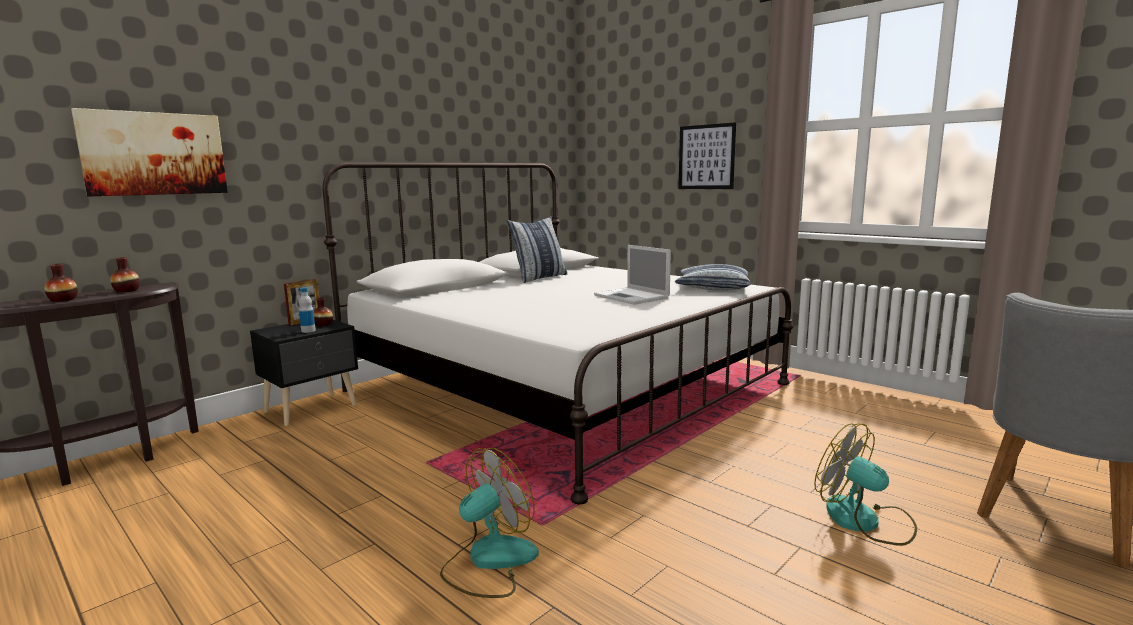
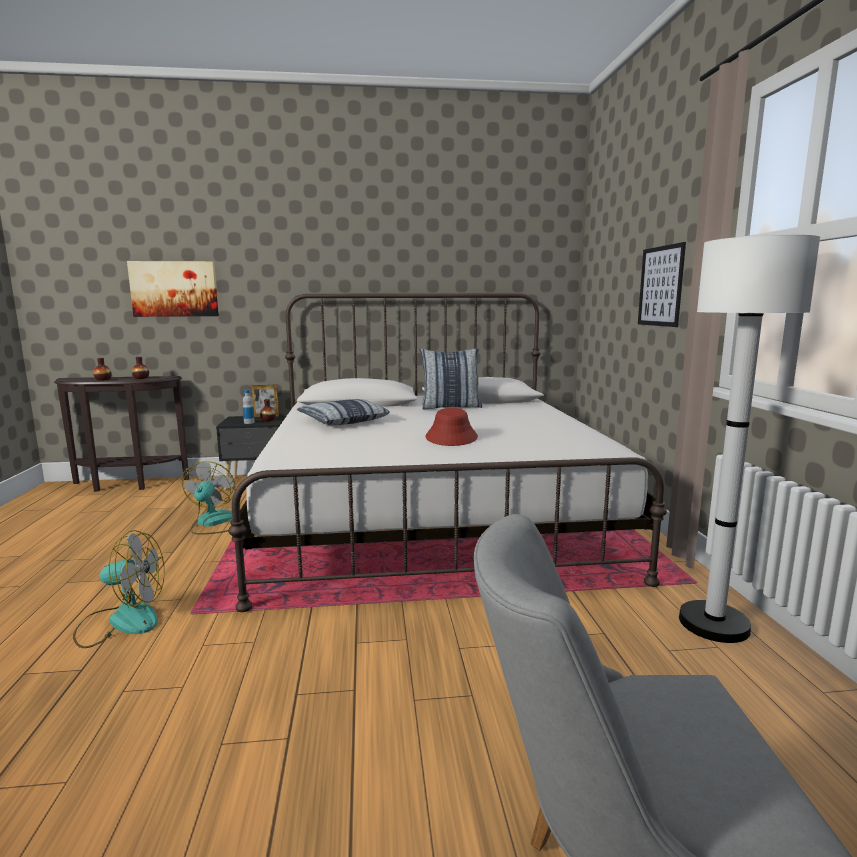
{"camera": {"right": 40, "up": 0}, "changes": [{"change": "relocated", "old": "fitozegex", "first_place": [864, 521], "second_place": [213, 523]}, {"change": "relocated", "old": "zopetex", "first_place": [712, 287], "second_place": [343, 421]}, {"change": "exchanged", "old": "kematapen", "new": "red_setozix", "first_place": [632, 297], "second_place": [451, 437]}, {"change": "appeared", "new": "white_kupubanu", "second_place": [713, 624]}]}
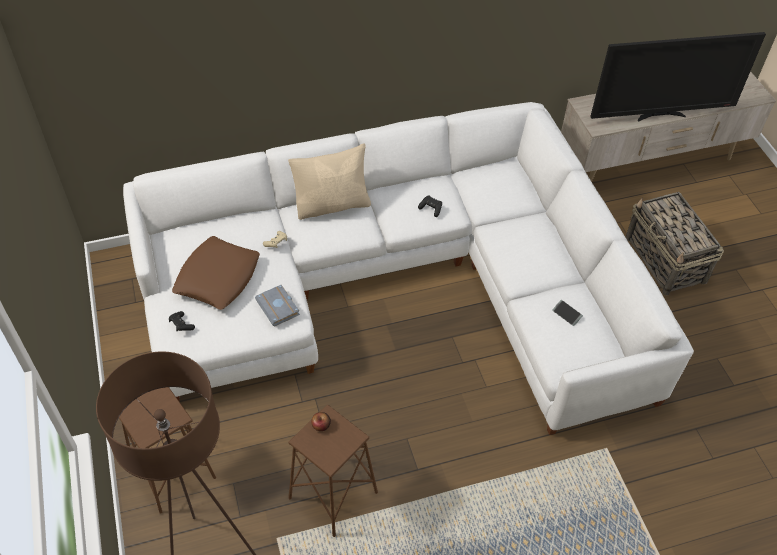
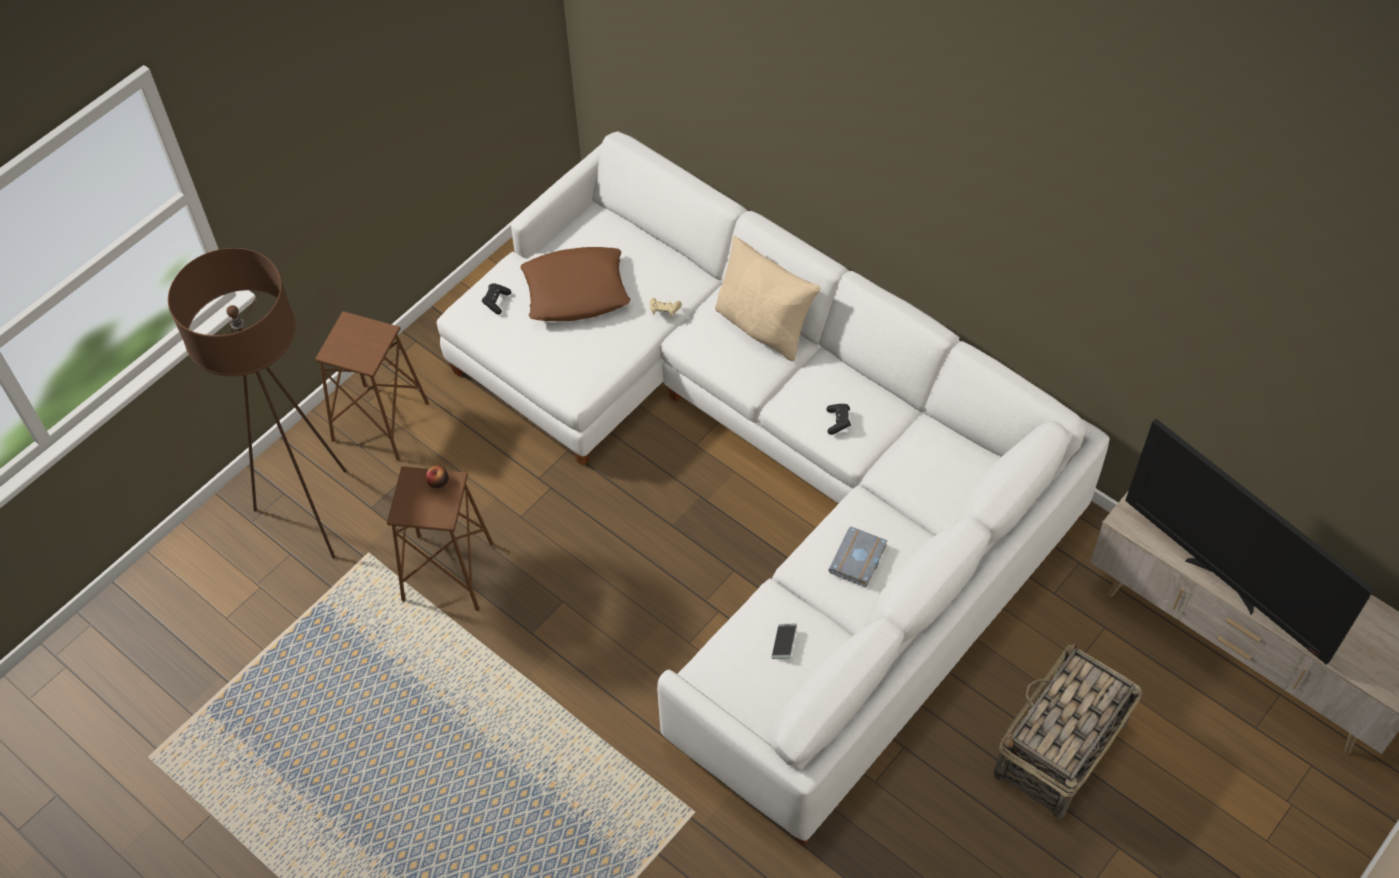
{"camera": {"right": 60, "up": 5}, "changes": [{"change": "relocated", "old": "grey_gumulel", "first_place": [279, 307], "second_place": [859, 561]}]}
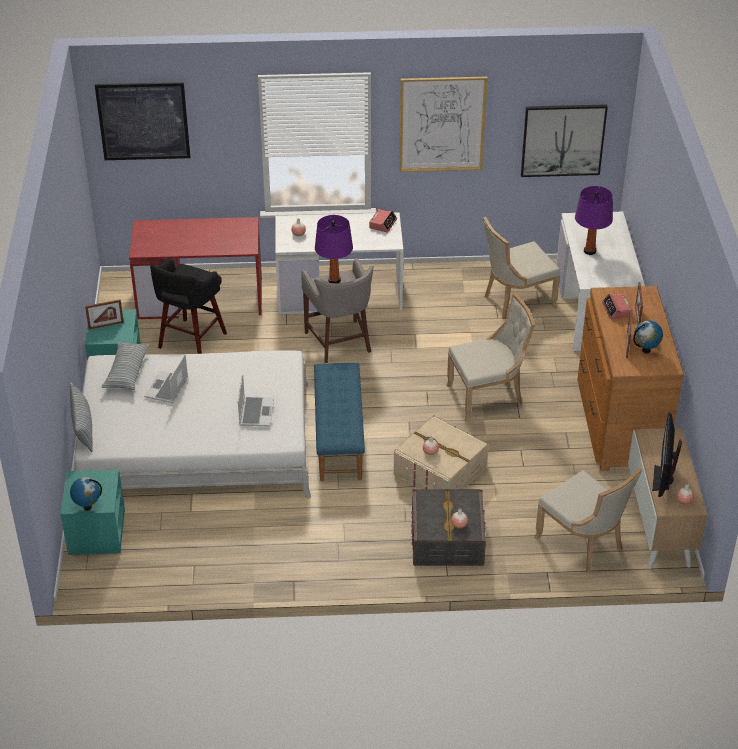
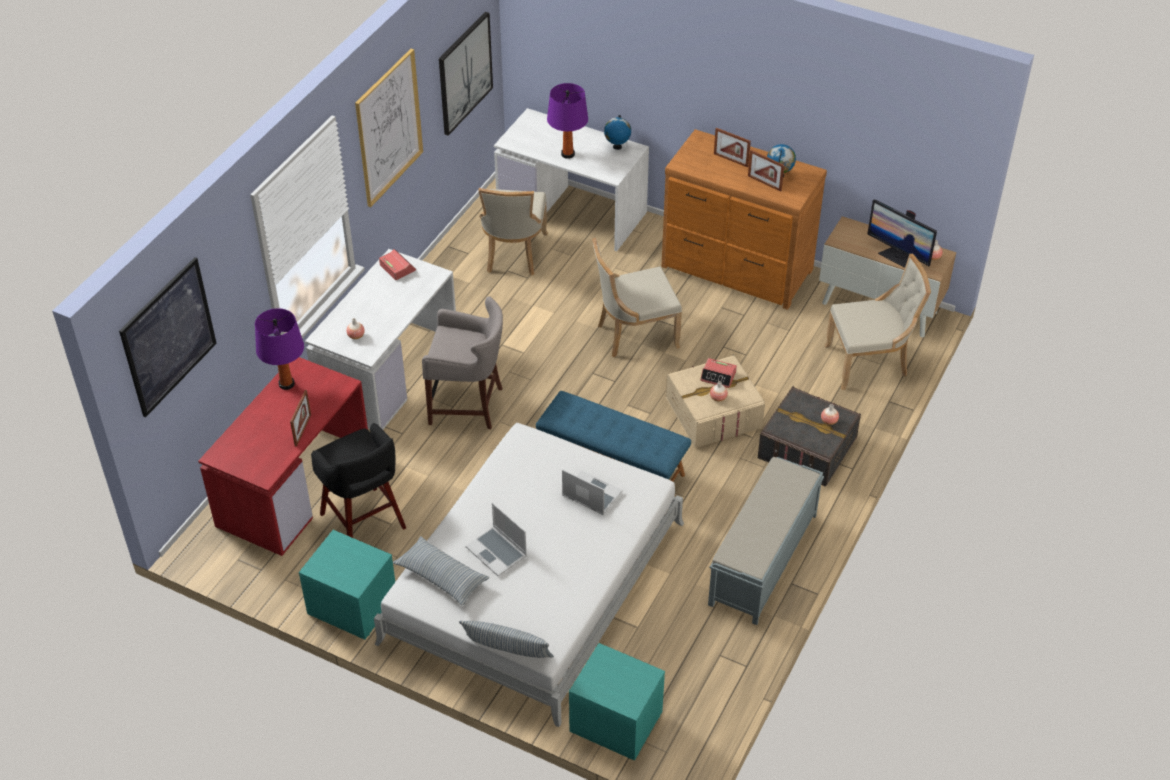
{"camera": {"right": -60, "up": 5}, "changes": [{"change": "relocated", "old": "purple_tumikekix", "first_place": [334, 280], "second_place": [286, 384]}, {"change": "relocated", "old": "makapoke", "first_place": [106, 325], "second_place": [303, 430]}, {"change": "spun", "old": "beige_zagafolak", "first_place": [488, 396], "second_place": [634, 335], "degrees": -120}, {"change": "relocated", "old": "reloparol", "first_place": [87, 507], "second_place": [617, 147]}, {"change": "relocated", "old": "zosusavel", "first_place": [617, 310], "second_place": [718, 376]}, {"change": "appeared", "new": "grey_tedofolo", "second_place": [762, 560]}]}
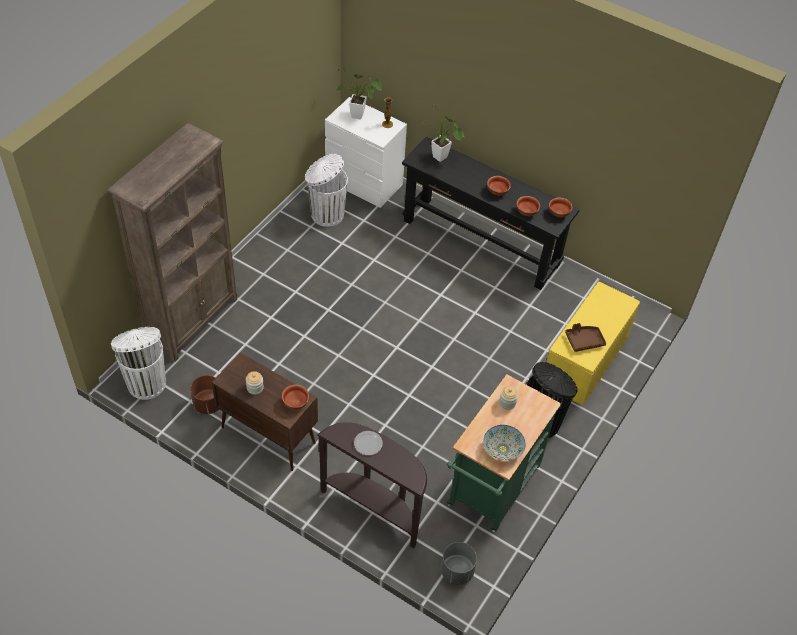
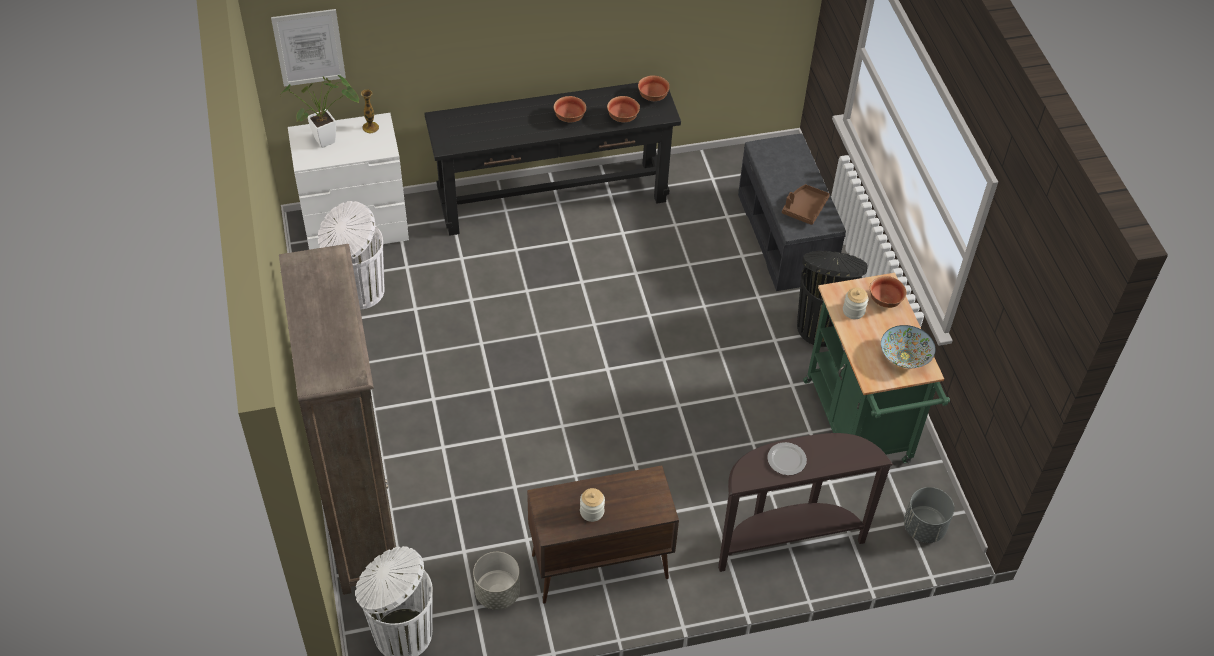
{"camera": {"right": -45, "up": 0}, "changes": [{"change": "appeared", "new": "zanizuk", "second_place": [309, 47]}, {"change": "colour", "old": "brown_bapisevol", "new": "grey_bapisevol", "first_place": [208, 404], "second_place": [497, 593]}, {"change": "colour", "old": "yellow_tedofolo", "new": "grey_tedofolo", "first_place": [585, 361], "second_place": [786, 237]}, {"change": "relocated", "old": "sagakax", "first_place": [296, 403], "second_place": [885, 300]}, {"change": "missing", "old": "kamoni", "first_place": [442, 159]}]}
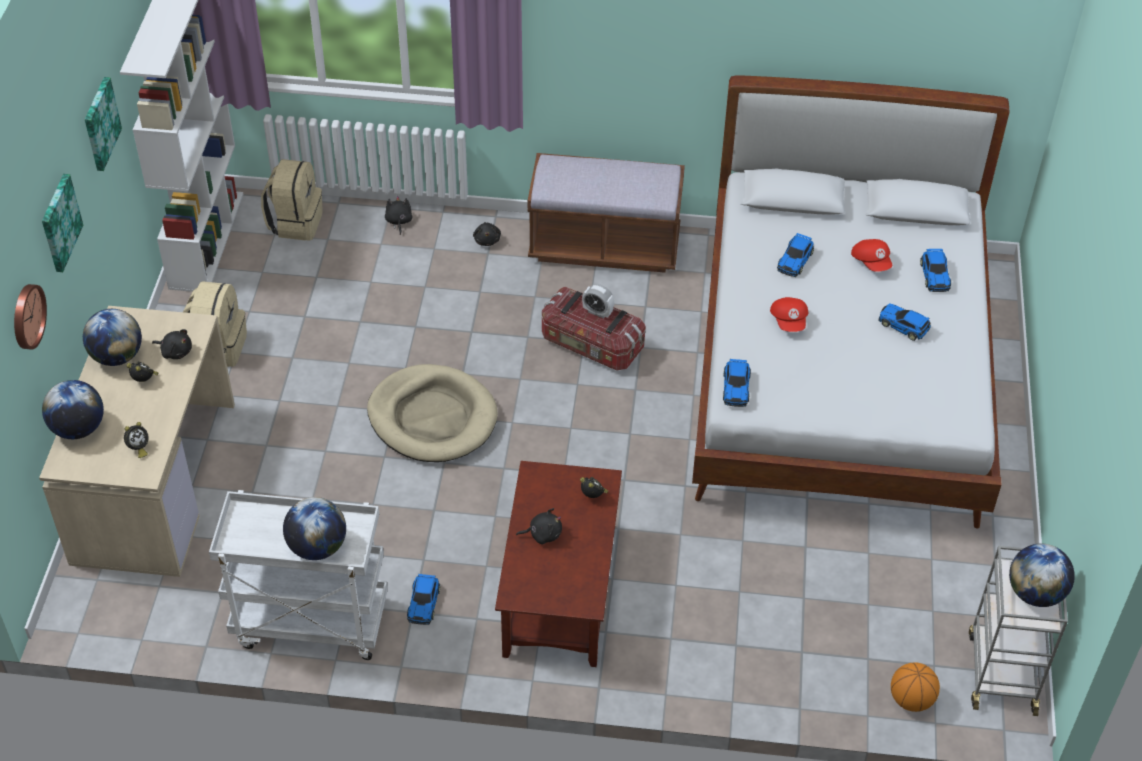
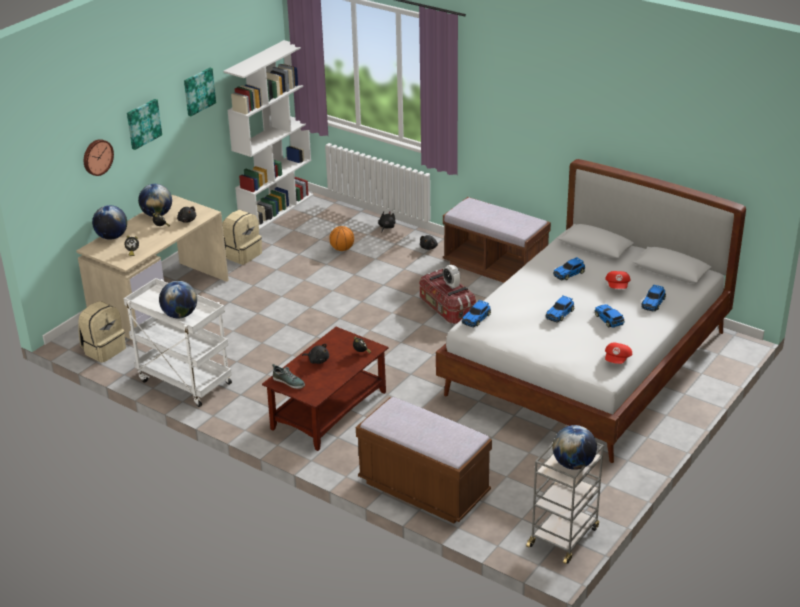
{"camera": {"right": 30, "up": -15}, "changes": [{"change": "relocated", "old": "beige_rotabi", "first_place": [295, 223], "second_place": [104, 350]}, {"change": "appeared", "new": "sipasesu", "second_place": [289, 382]}, {"change": "relocated", "old": "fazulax", "first_place": [911, 699], "second_place": [342, 249]}, {"change": "appeared", "new": "brown_tedofolo", "second_place": [423, 489]}, {"change": "relocated", "old": "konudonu", "first_place": [424, 603], "second_place": [560, 313]}, {"change": "relocated", "old": "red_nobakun", "first_place": [789, 321], "second_place": [617, 360]}, {"change": "missing", "old": "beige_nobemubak", "first_place": [432, 417]}]}
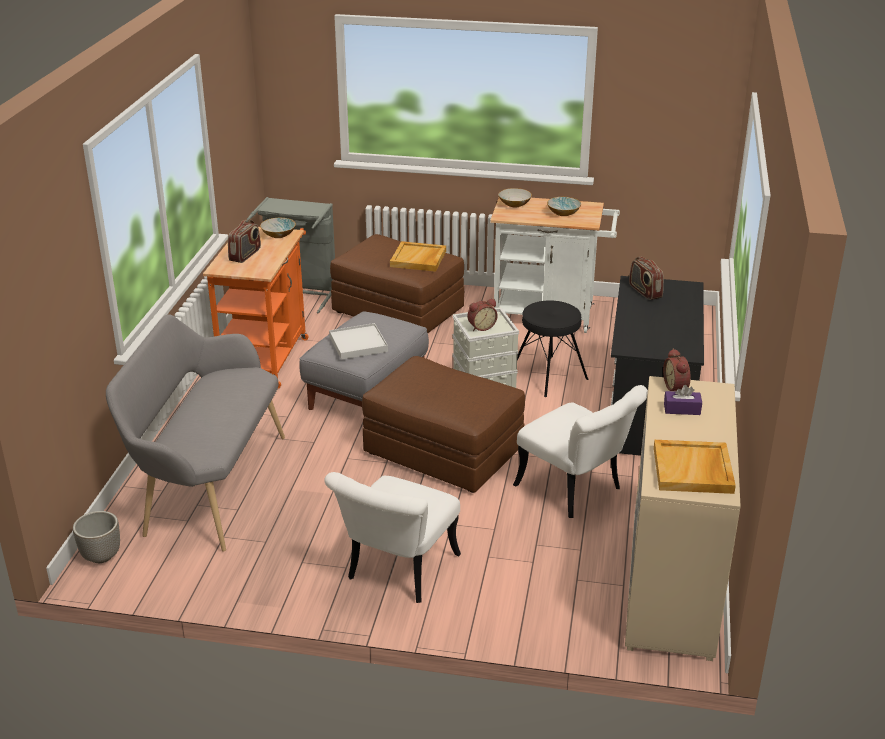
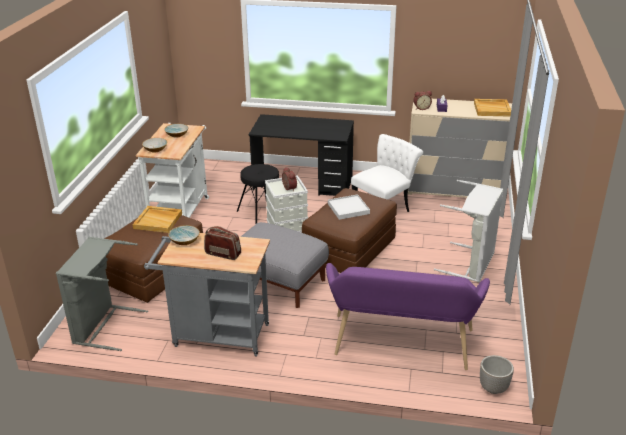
{"camera": {"right": -90, "up": 0}, "changes": [{"change": "colour", "old": "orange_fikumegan", "new": "grey_fikumegan", "first_place": [266, 356], "second_place": [215, 335]}, {"change": "colour", "old": "grey_tedofolo", "new": "purple_tedofolo", "first_place": [208, 485], "second_place": [401, 346]}, {"change": "relocated", "old": "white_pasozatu", "first_place": [358, 344], "second_place": [348, 208]}, {"change": "exchanged", "old": "white_zagafolak", "new": "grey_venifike", "first_place": [397, 573], "second_place": [471, 264]}, {"change": "missing", "old": "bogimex", "first_place": [644, 292]}]}
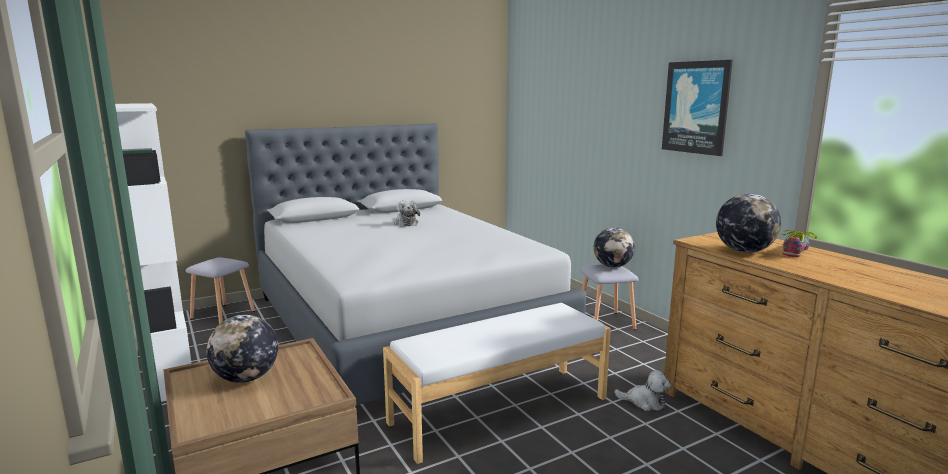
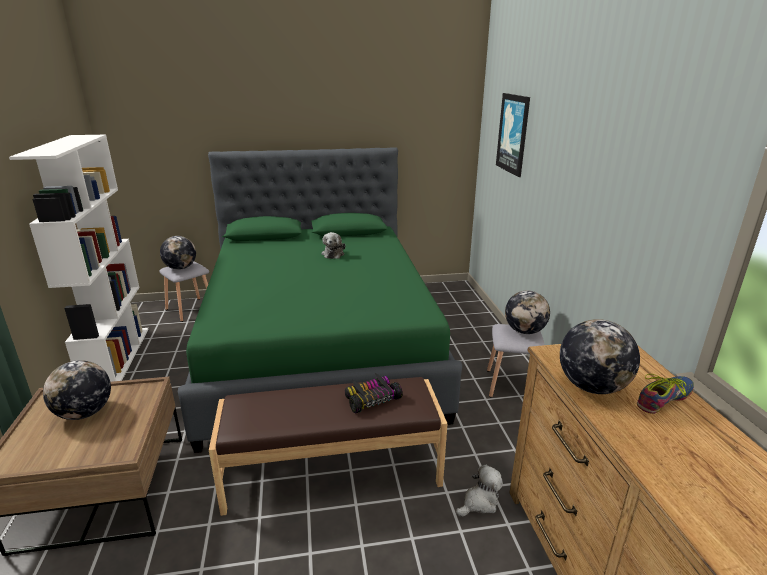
{"camera": {"right": 20, "up": 10}, "changes": [{"change": "appeared", "new": "reloparol", "second_place": [180, 268]}, {"change": "colour", "old": "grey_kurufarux", "new": "green_kurufarux", "first_place": [403, 324], "second_place": [320, 347]}, {"change": "colour", "old": "white_tedofolo", "new": "brown_tedofolo", "first_place": [499, 409], "second_place": [332, 472]}, {"change": "appeared", "new": "konudonu", "second_place": [371, 399]}, {"change": "spun", "old": "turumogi", "first_place": [644, 402], "second_place": [479, 502], "degrees": -75}, {"change": "relocated", "old": "zanizuk", "first_place": [696, 107], "second_place": [513, 134]}]}
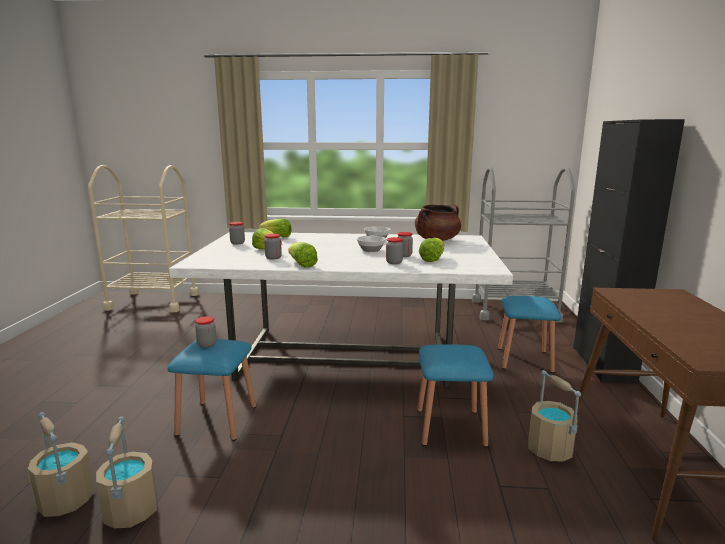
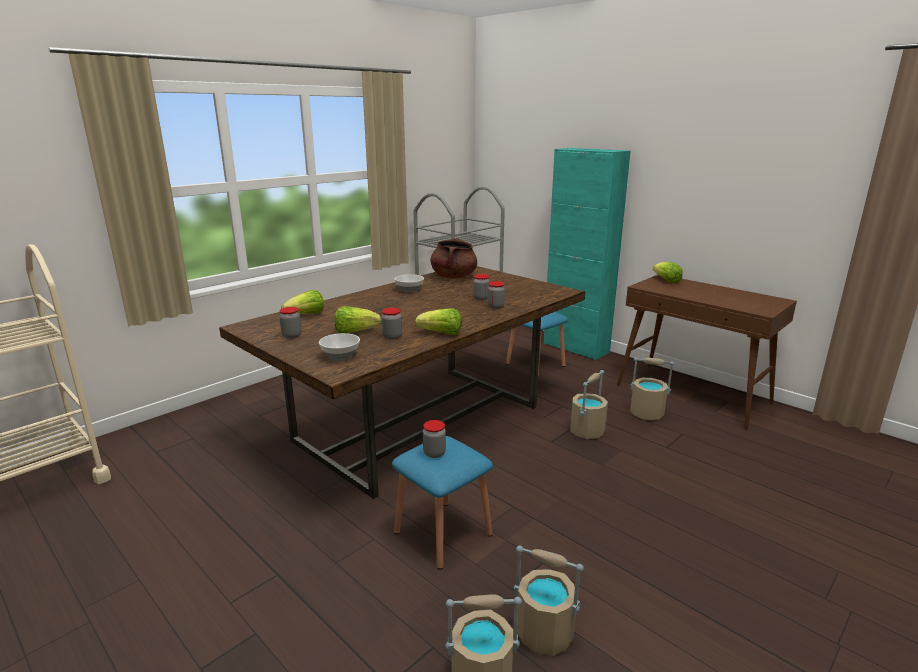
{"camera": {"right": -50, "up": 5}, "changes": [{"change": "colour", "old": "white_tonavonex", "new": "brown_tonavonex", "first_place": [348, 356], "second_place": [422, 422]}, {"change": "relocated", "old": "sagakax", "first_place": [371, 250], "second_place": [341, 356]}, {"change": "colour", "old": "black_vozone", "new": "turquoise_vozone", "first_place": [603, 364], "second_place": [576, 348]}, {"change": "exchanged", "old": "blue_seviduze", "new": "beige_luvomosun", "first_place": [450, 427], "second_place": [586, 431]}, {"change": "relocated", "old": "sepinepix", "first_place": [432, 259], "second_place": [666, 281]}]}
